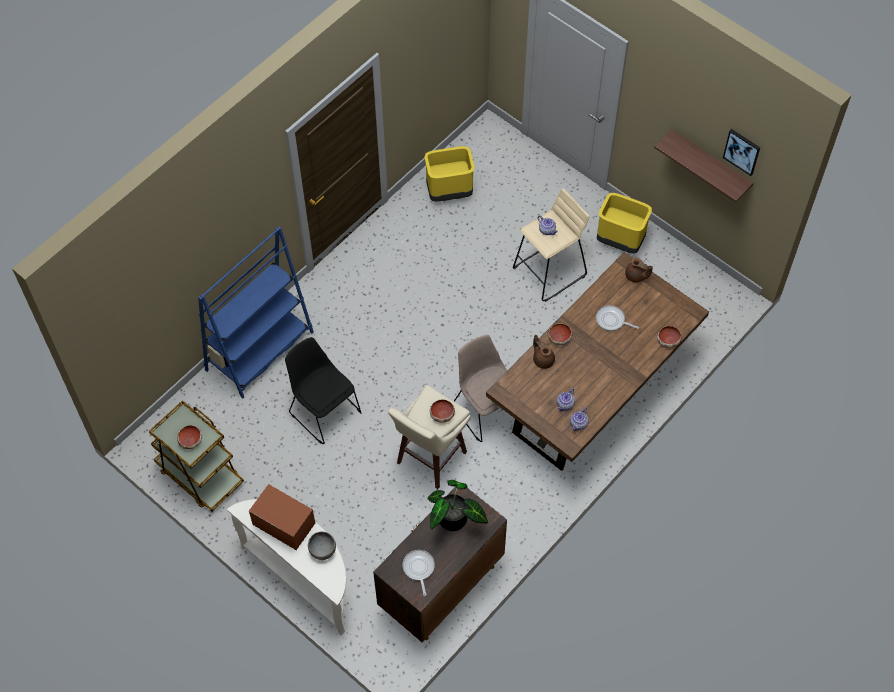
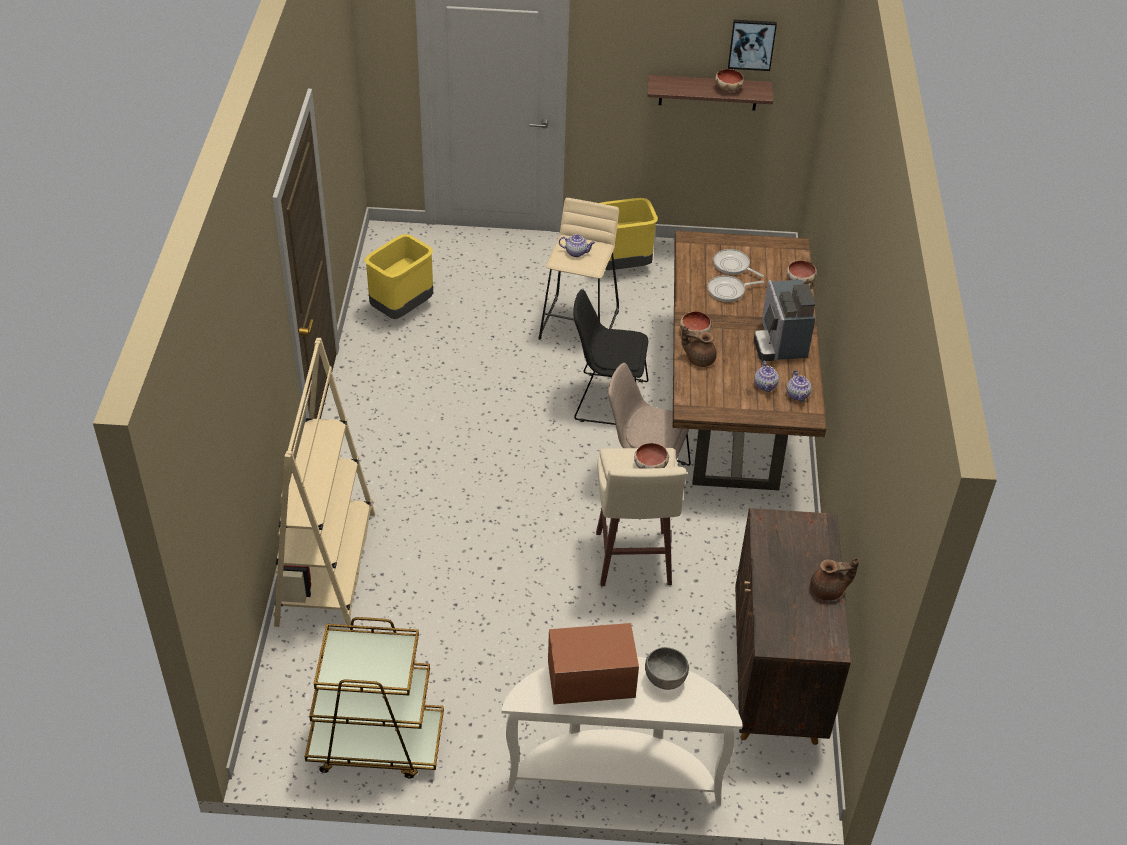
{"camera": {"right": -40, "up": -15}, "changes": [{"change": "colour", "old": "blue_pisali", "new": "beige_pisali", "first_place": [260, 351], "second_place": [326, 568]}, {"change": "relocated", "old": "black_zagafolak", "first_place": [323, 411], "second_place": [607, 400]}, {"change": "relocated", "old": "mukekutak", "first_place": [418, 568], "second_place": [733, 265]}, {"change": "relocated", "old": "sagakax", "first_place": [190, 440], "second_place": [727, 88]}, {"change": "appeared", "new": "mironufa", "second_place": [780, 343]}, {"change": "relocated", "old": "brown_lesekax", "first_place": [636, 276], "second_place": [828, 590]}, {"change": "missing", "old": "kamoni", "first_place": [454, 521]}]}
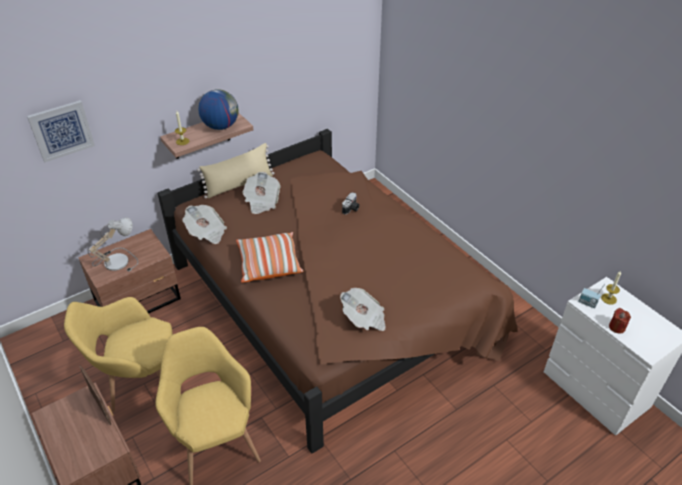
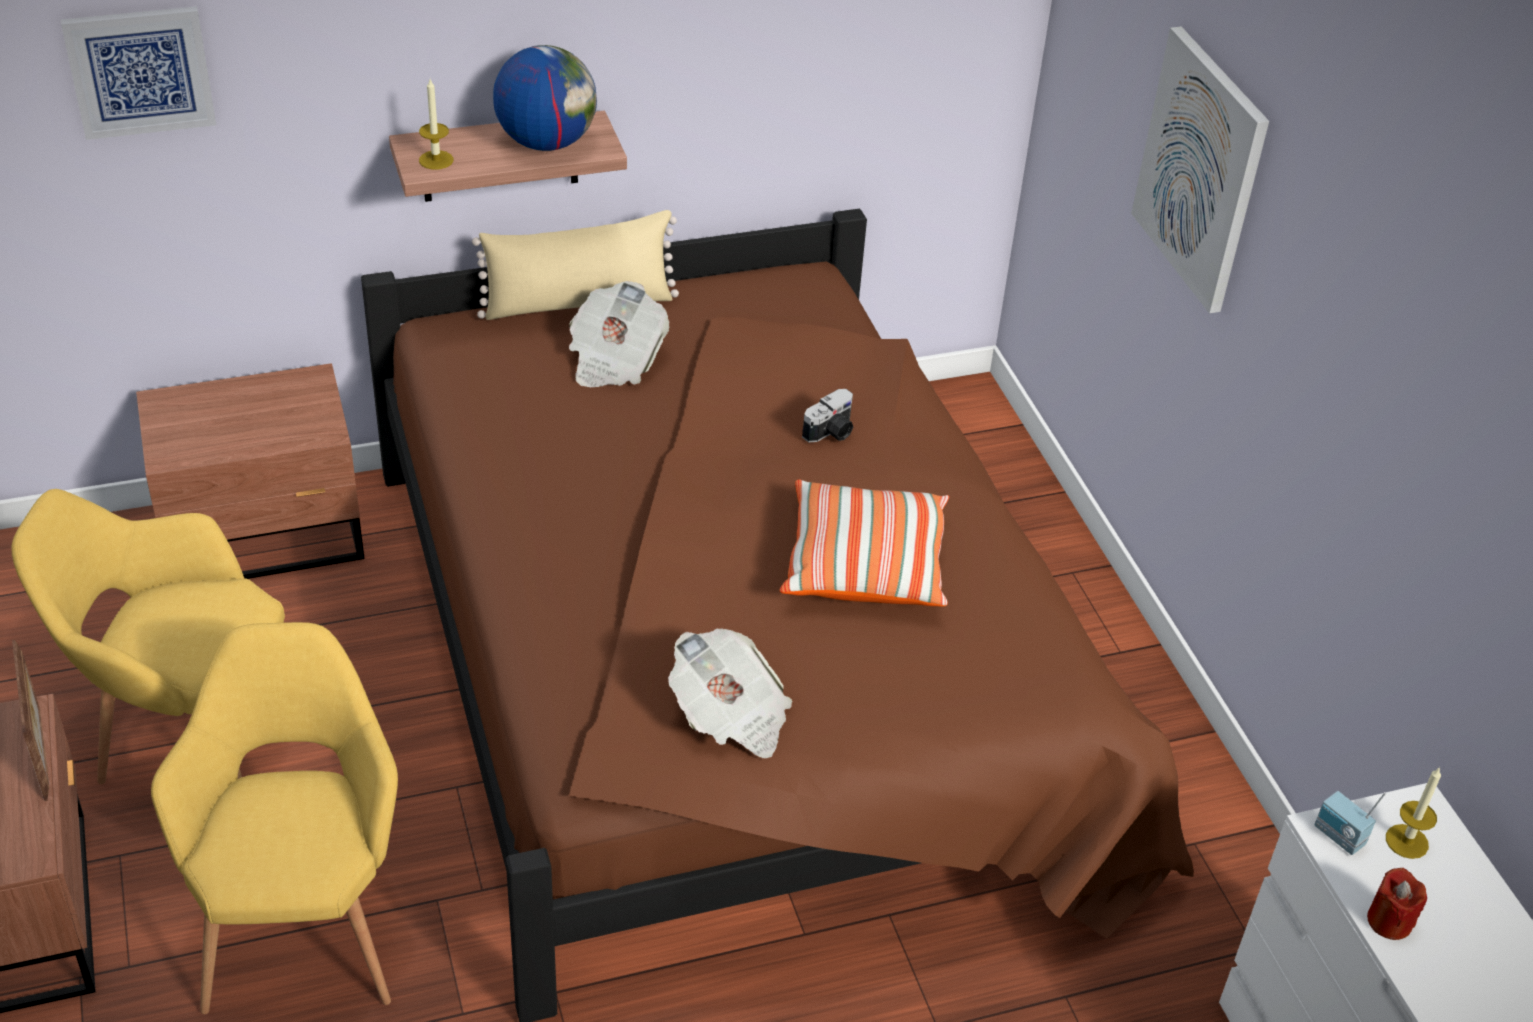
{"camera": {"right": 15, "up": 0}, "changes": [{"change": "relocated", "old": "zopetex", "first_place": [269, 264], "second_place": [864, 564]}, {"change": "appeared", "new": "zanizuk", "second_place": [1201, 169]}, {"change": "missing", "old": "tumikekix", "first_place": [116, 260]}, {"change": "missing", "old": "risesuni", "first_place": [206, 232]}]}
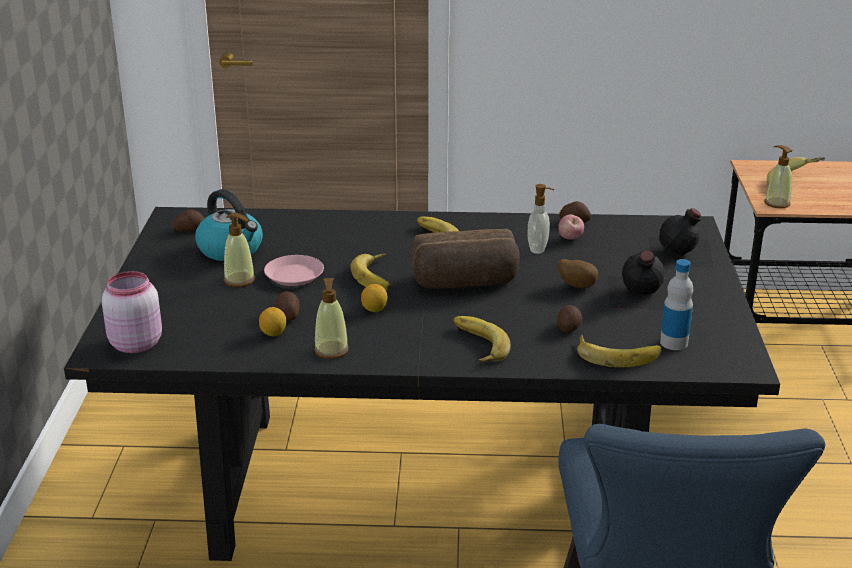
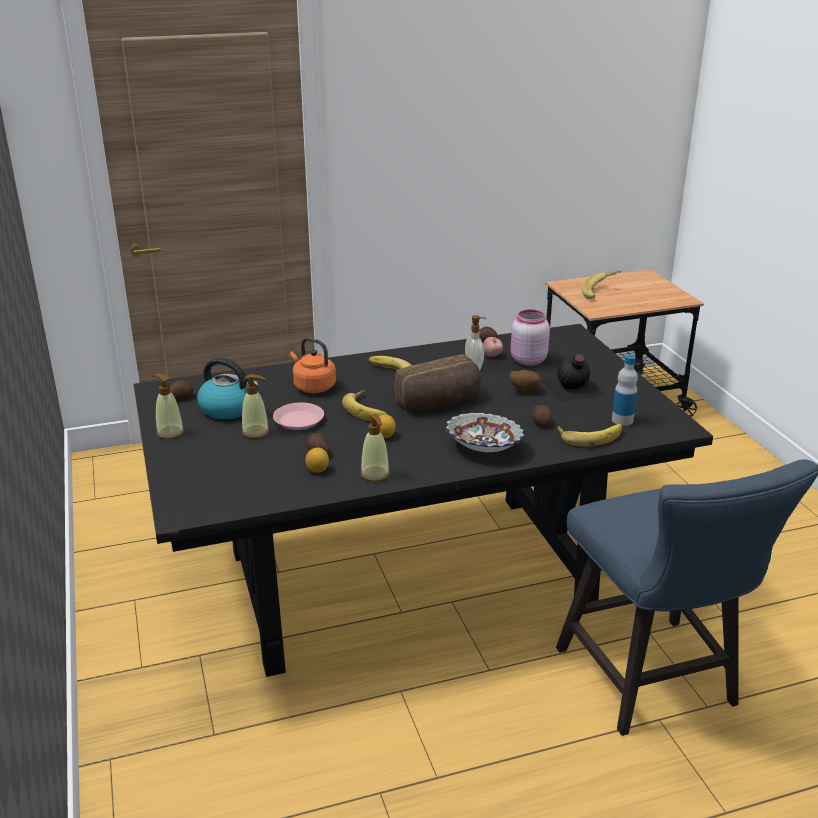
{"camera": {"right": -20, "up": 0}, "changes": [{"change": "relocated", "old": "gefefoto", "first_place": [776, 203], "second_place": [170, 433]}, {"change": "appeared", "new": "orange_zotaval", "second_place": [313, 386]}, {"change": "exchanged", "old": "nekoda", "new": "sagakax", "first_place": [475, 345], "second_place": [483, 449]}, {"change": "relocated", "old": "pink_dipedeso", "first_place": [134, 344], "second_place": [527, 360]}, {"change": "missing", "old": "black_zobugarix", "first_place": [681, 252]}]}
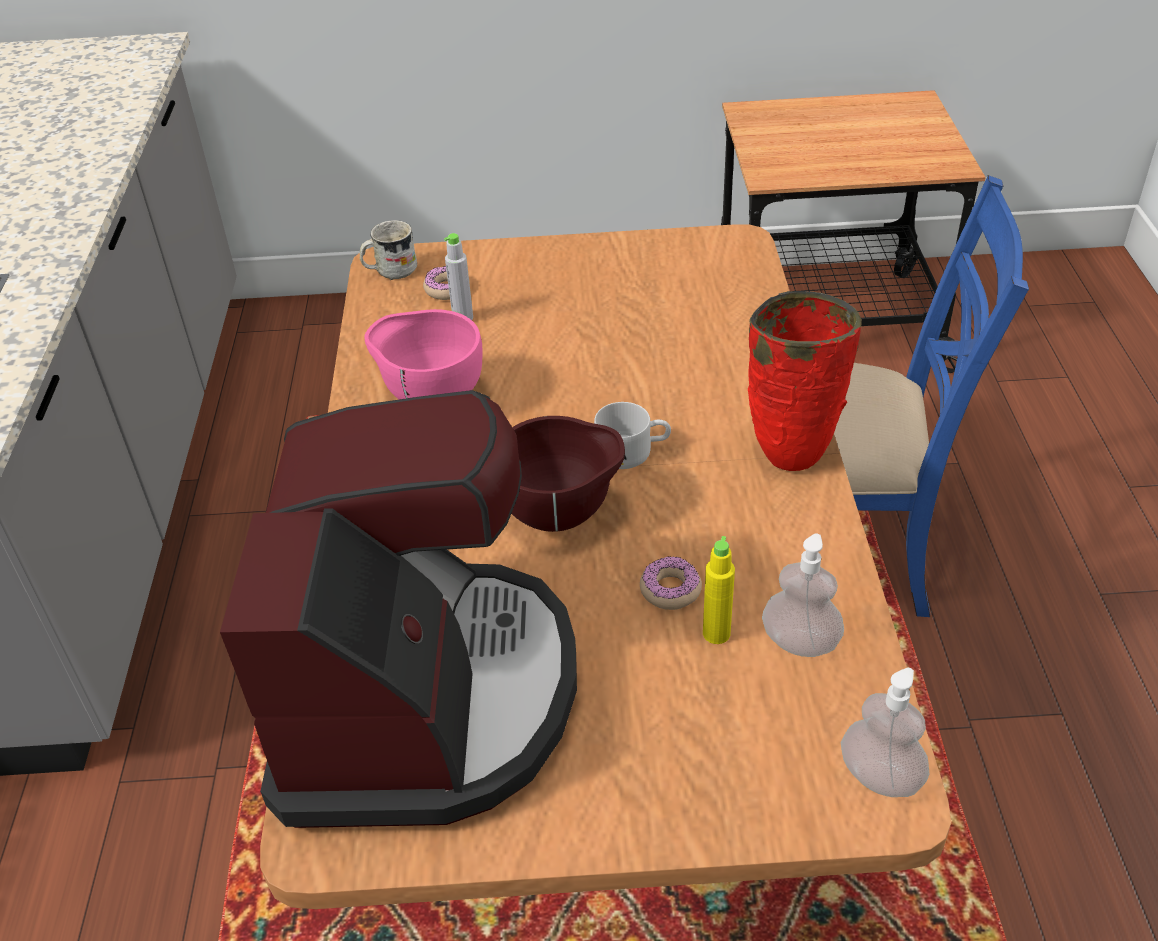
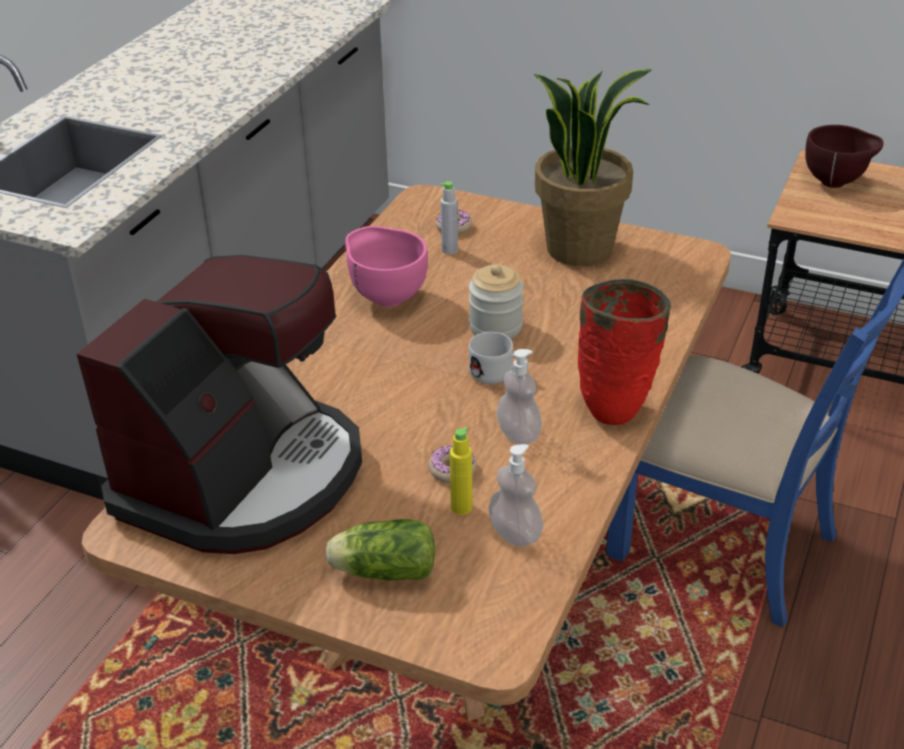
{"camera": {"right": 25, "up": -5}, "changes": [{"change": "appeared", "new": "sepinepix", "second_place": [381, 571]}, {"change": "appeared", "new": "dipedeso", "second_place": [495, 327]}, {"change": "relocated", "old": "gefefoto", "first_place": [880, 777], "second_place": [518, 434]}, {"change": "appeared", "new": "kamoni", "second_place": [580, 248]}, {"change": "relocated", "old": "brown_sagakax", "first_place": [562, 516], "second_place": [836, 183]}, {"change": "missing", "old": "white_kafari", "first_place": [390, 271]}]}
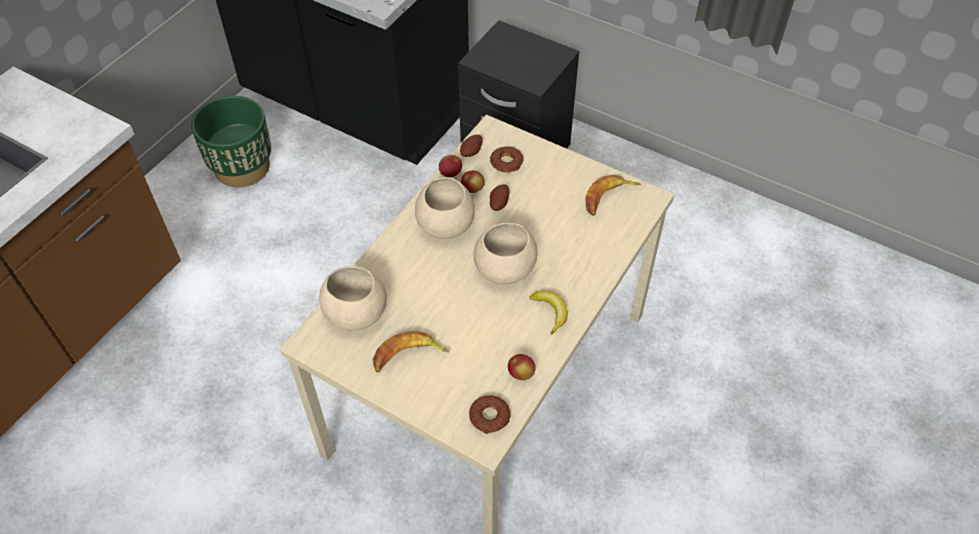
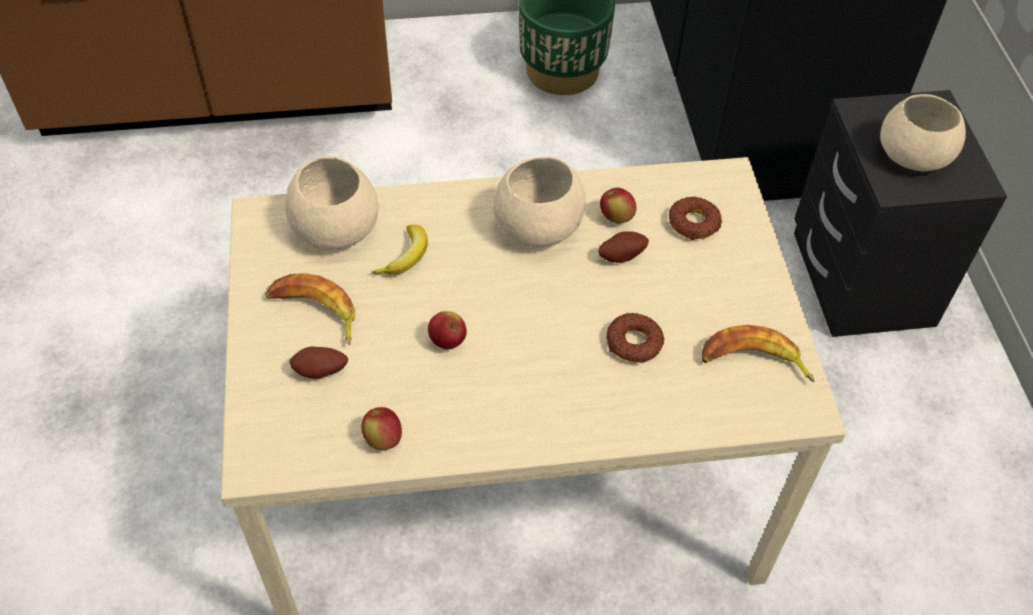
{"camera": {"right": 50, "up": 0}, "changes": [{"change": "relocated", "old": "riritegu", "first_place": [472, 152], "second_place": [320, 372]}, {"change": "relocated", "old": "nekoda", "first_place": [550, 312], "second_place": [406, 256]}, {"change": "relocated", "old": "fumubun", "first_place": [450, 173], "second_place": [447, 341]}, {"change": "relocated", "old": "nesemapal", "first_place": [489, 417], "second_place": [634, 343]}, {"change": "relocated", "old": "beige_sagakax", "first_place": [506, 267], "second_place": [915, 155]}]}
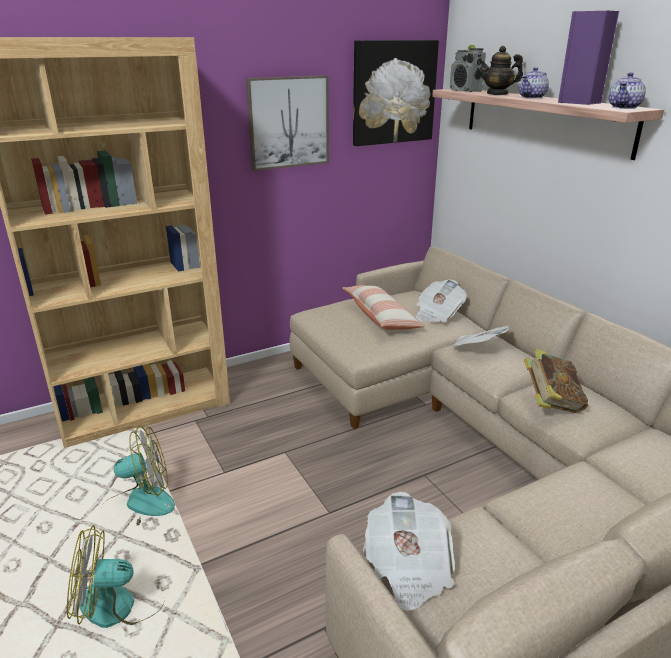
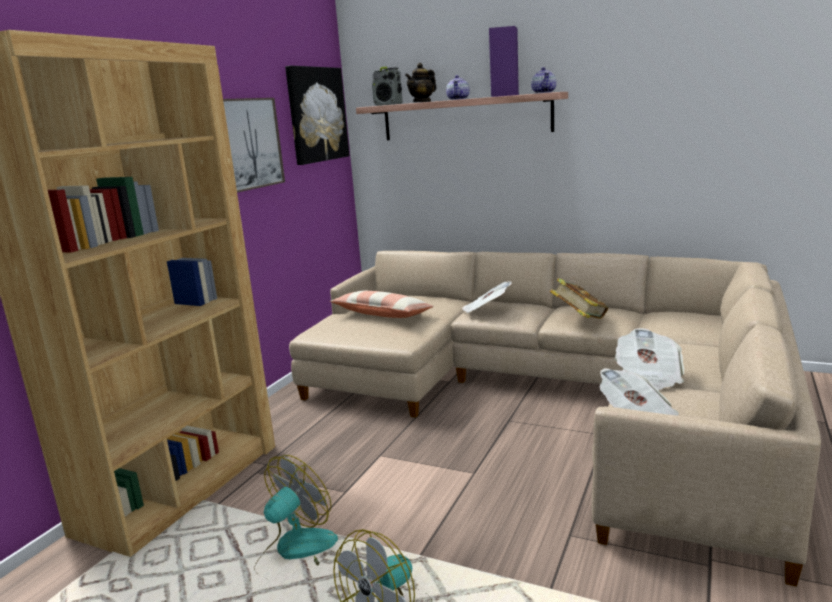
{"camera": {"right": -35, "up": -10}, "changes": [{"change": "relocated", "old": "risesuni", "first_place": [437, 314], "second_place": [649, 377]}]}
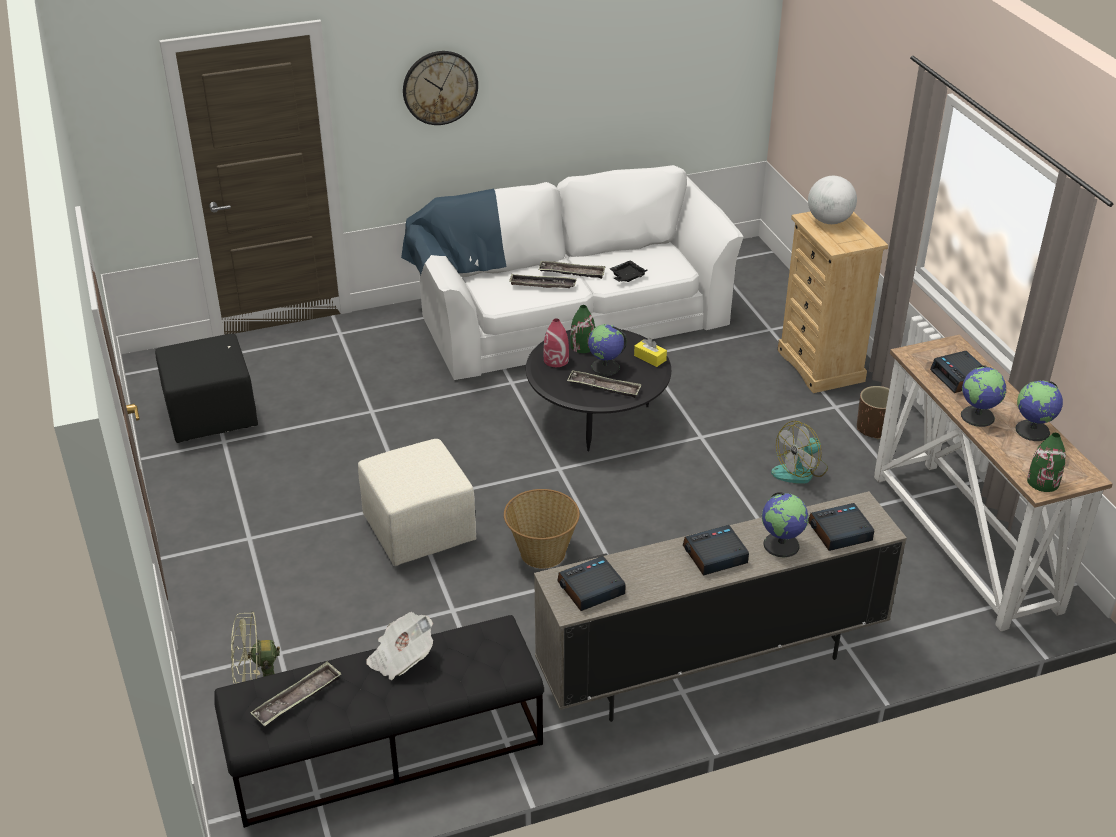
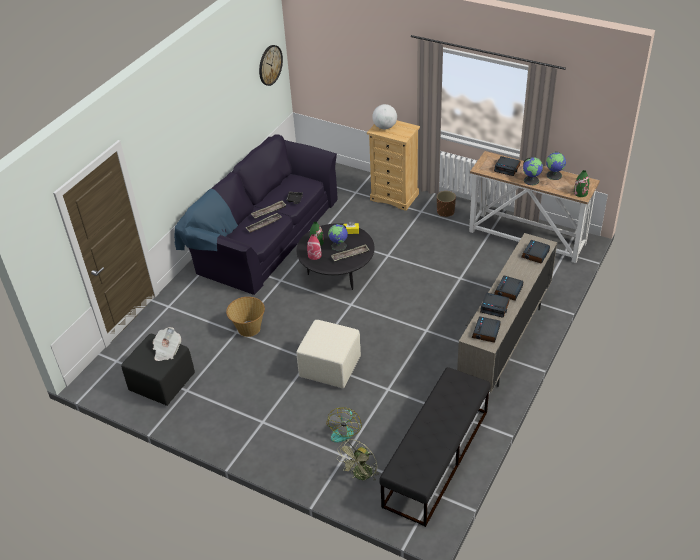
{"camera": {"right": -40, "up": 5}, "changes": [{"change": "relocated", "old": "risesuni", "first_place": [401, 658], "second_place": [167, 350]}, {"change": "colour", "old": "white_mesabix", "new": "black_mesabix", "first_place": [569, 315], "second_place": [264, 234]}, {"change": "relocated", "old": "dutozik", "first_place": [542, 553], "second_place": [248, 328]}, {"change": "relocated", "old": "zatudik", "first_place": [440, 87], "second_place": [270, 65]}, {"change": "relocated", "old": "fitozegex", "first_place": [800, 471], "second_place": [344, 429]}, {"change": "appeared", "new": "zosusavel", "second_place": [495, 307]}, {"change": "missing", "old": "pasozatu", "first_place": [297, 698]}, {"change": "missing", "old": "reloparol", "first_place": [782, 544]}]}
